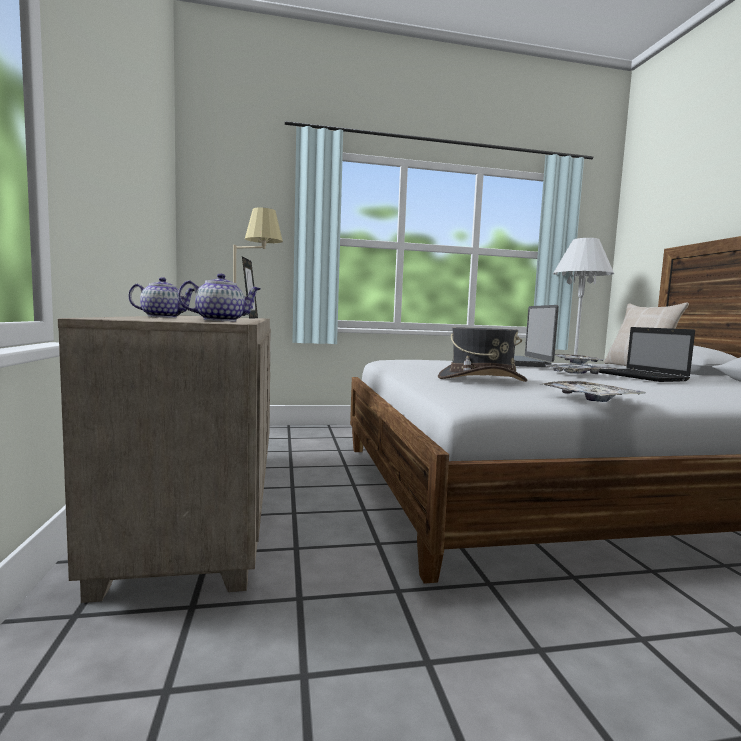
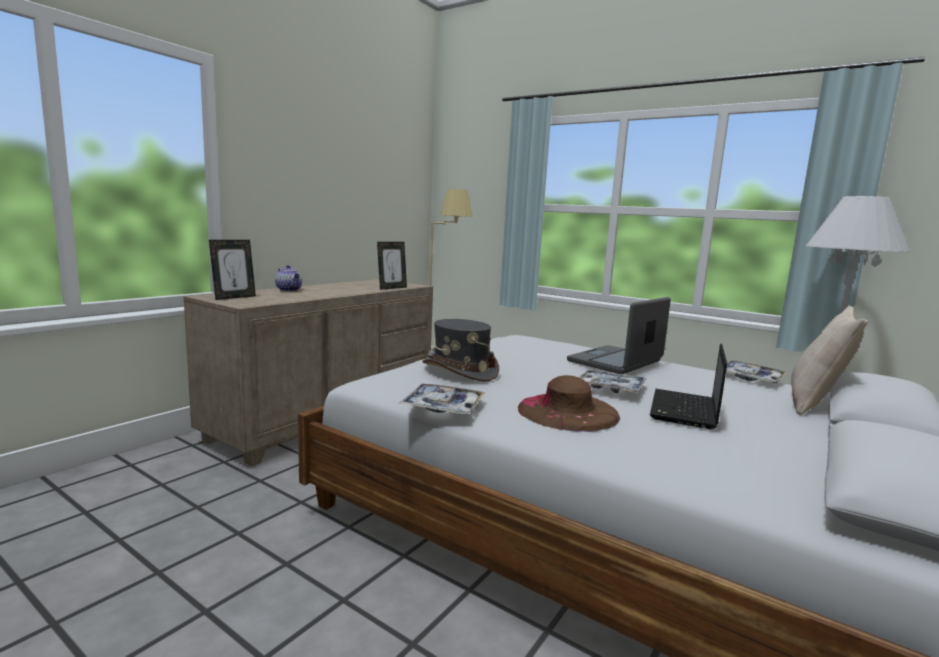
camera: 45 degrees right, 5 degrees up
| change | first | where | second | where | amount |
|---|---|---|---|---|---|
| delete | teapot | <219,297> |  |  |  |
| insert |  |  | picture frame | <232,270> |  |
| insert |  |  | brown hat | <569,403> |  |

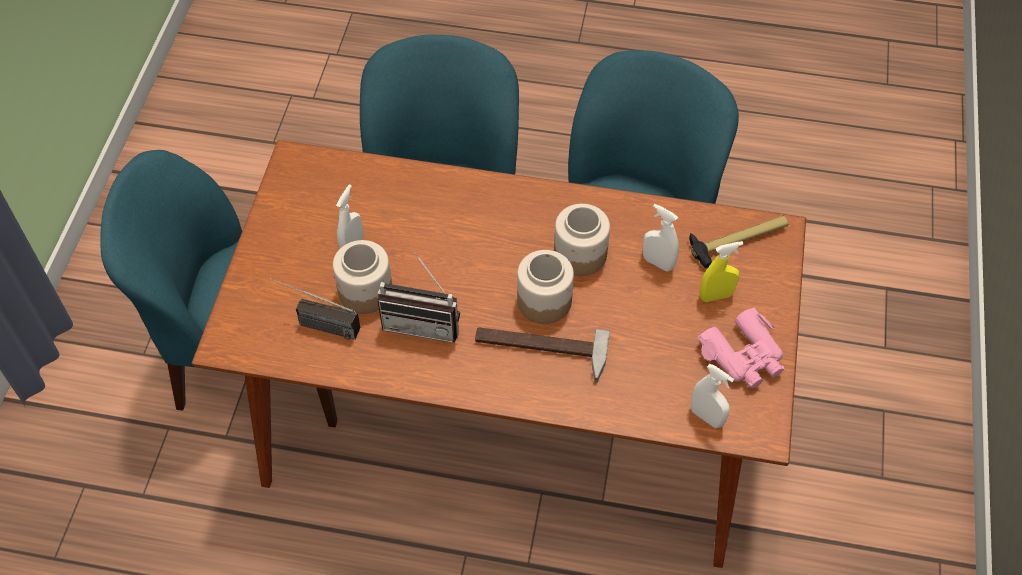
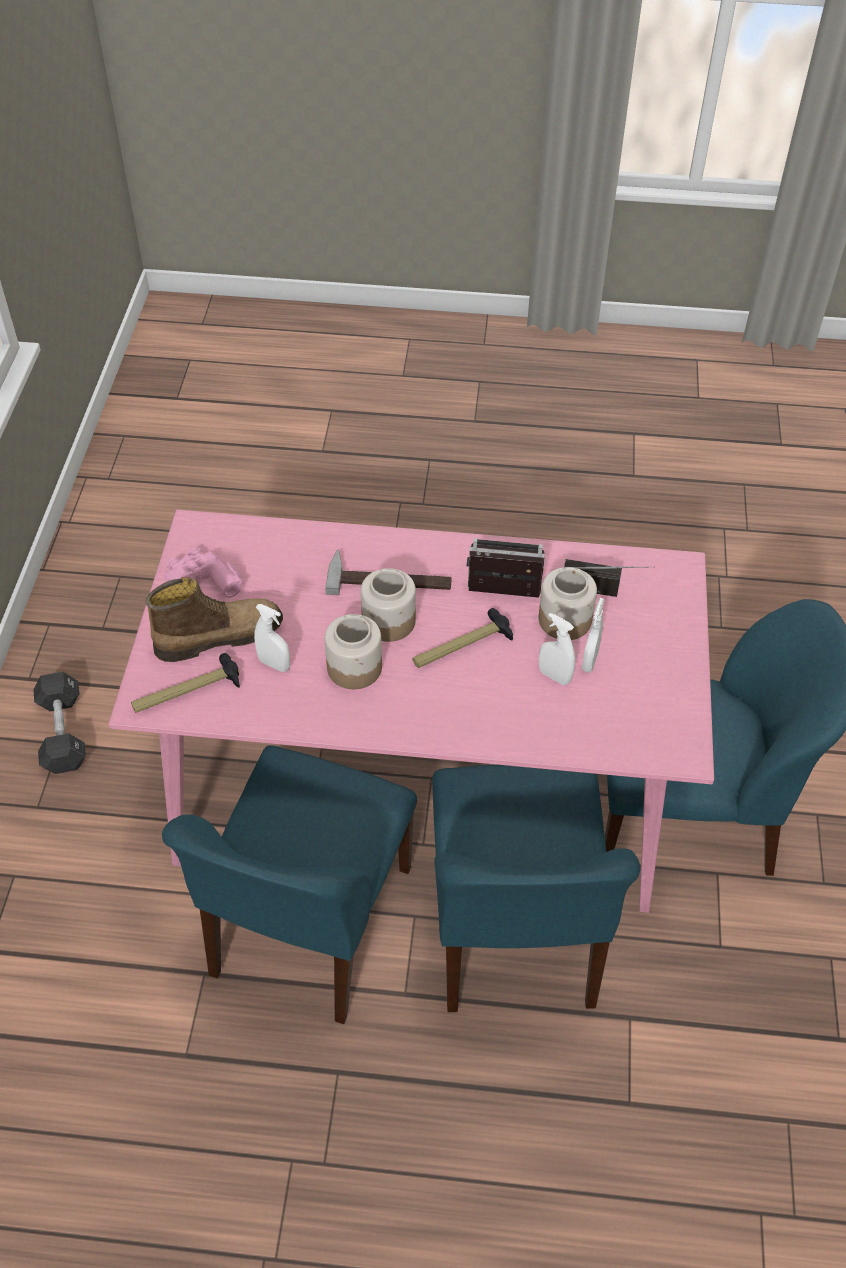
camera: 175 degrees right, 5 degrees down
| change | first | where | second | where | amount |
|---|---|---|---|---|---|
| recolor | brown dining table | <499,354> | pink dining table | <411,711> |  |
| move | white spray bottle | <712,396> |  | <557,649> |  |
| replace | yellow spray bottle | <721,271> | boot | <214,619> |  |
| insert |  |  | black dumbbell | <59,723> |  |
| insert |  |  | hammer | <463,638> |  |

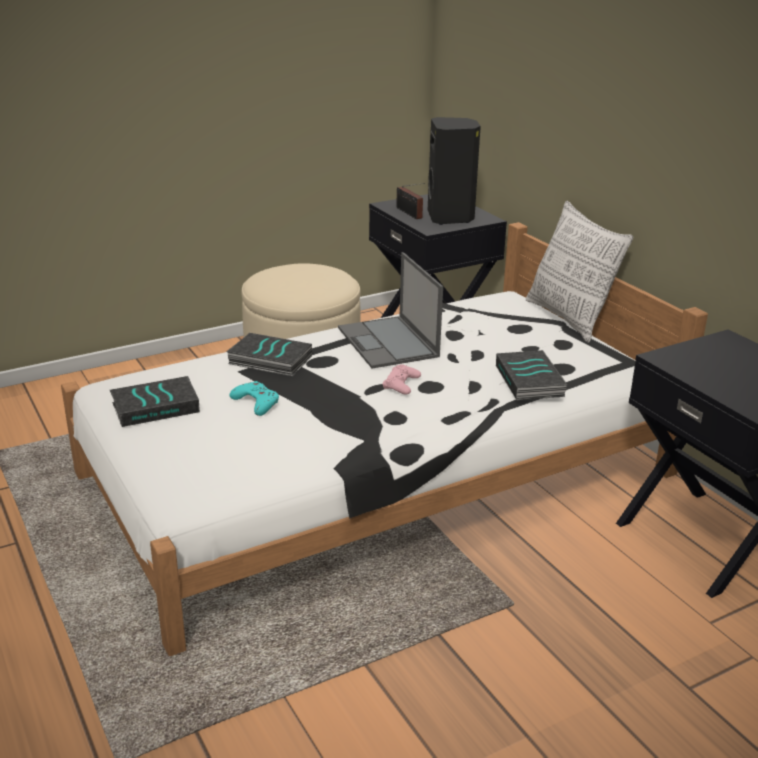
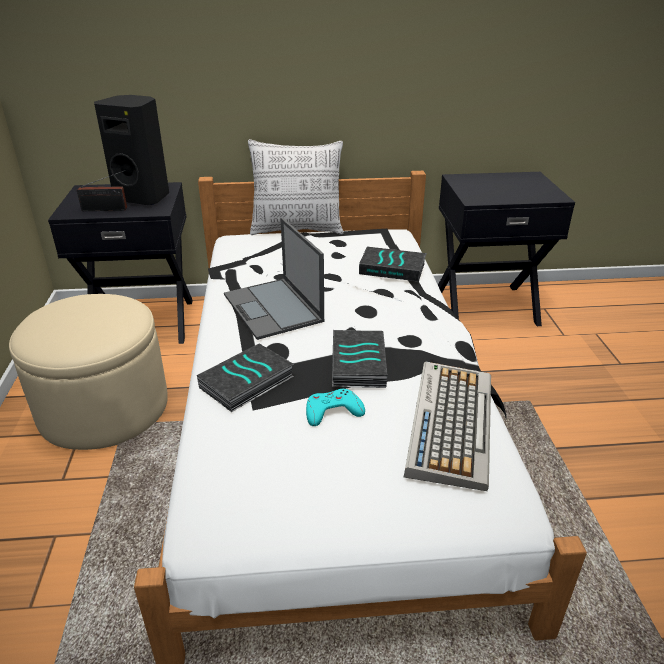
camera: 65 degrees left, 5 degrees up
| change | first | where | second | where | amount |
|---|---|---|---|---|---|
| move | book | <155,401> |  | <360,359> |  |
| rotate | laptop | <390,310> |  | <274,279> | 60 degrees clockwise |
| delete | pink game controller | <402,379> |  |  |  |
| insert |  |  | keyboard | <447,426> |  |

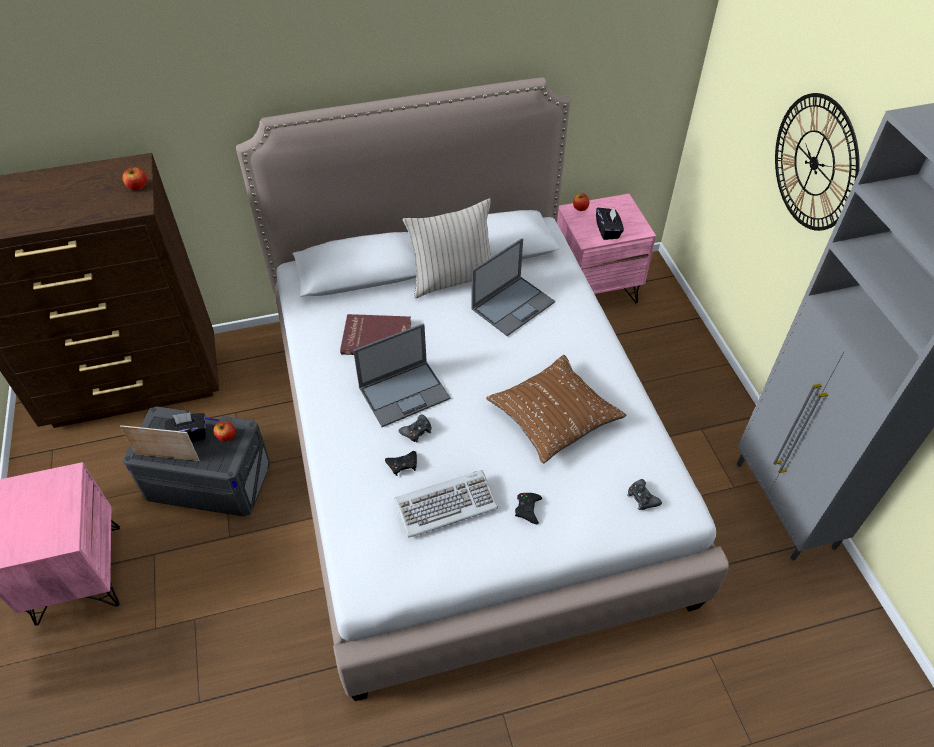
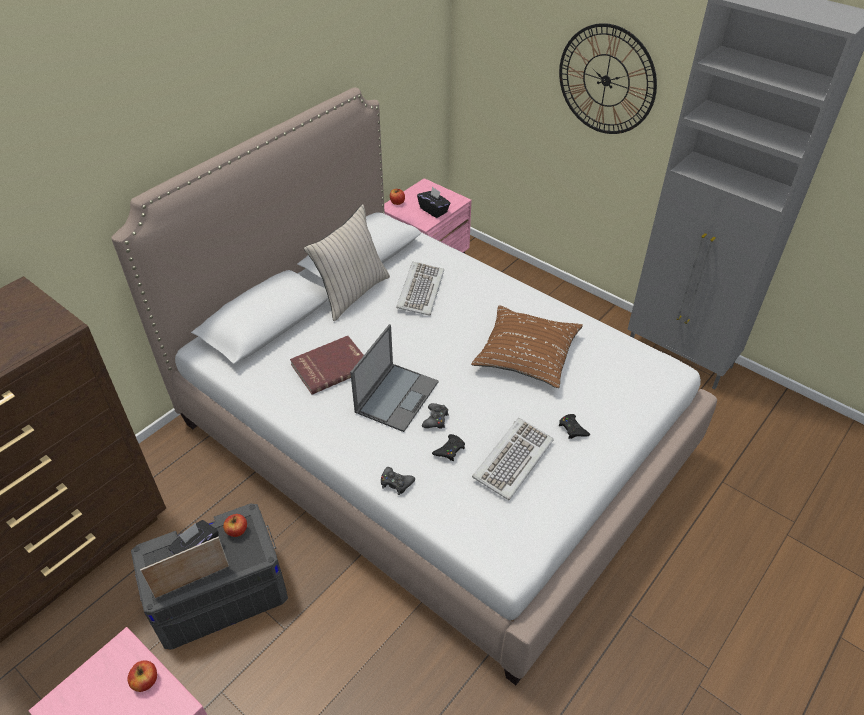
camera: 35 degrees left, 5 degrees down
| change | first | where | second | where | amount |
|---|---|---|---|---|---|
| move | apple | <134,178> |  | <142,676> |  |
| replace | laptop | <513,287> | keyboard | <420,289> |  |
| move | black game controller | <644,494> |  | <398,481> |  |

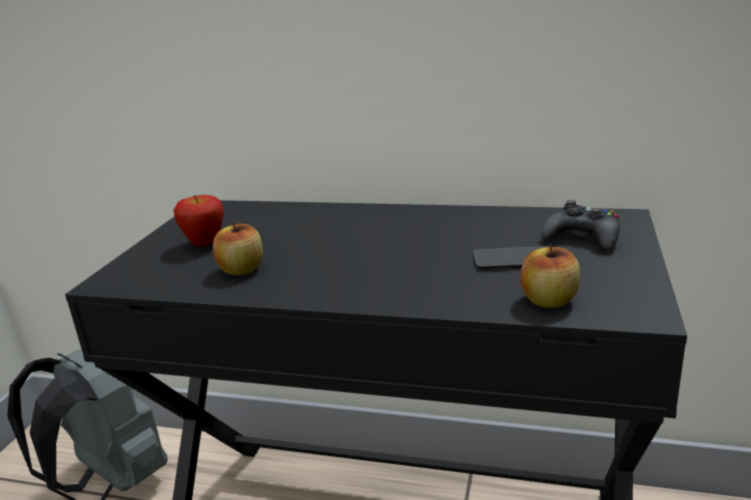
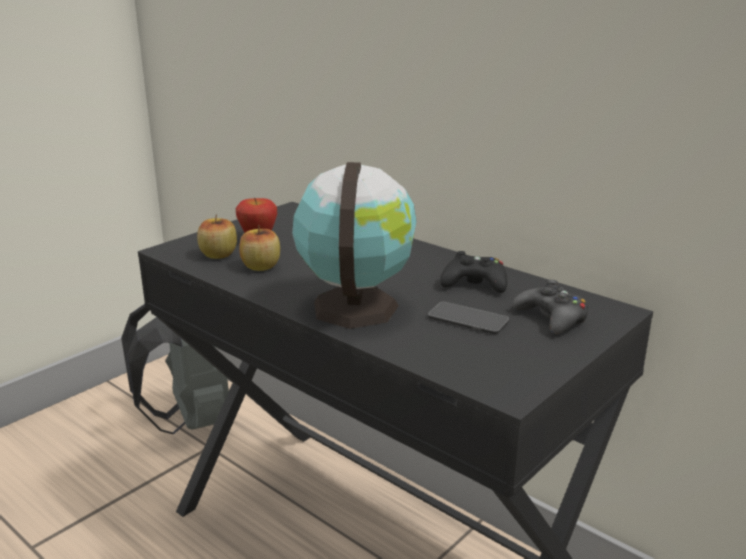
camera: 25 degrees right, 0 degrees up
| change | first | where | second | where | amount |
|---|---|---|---|---|---|
| move | apple | <550,275> |  | <217,236> |  |
| insert |  |  | globe | <354,245> |  |
| insert |  |  | black game controller | <473,272> |  |

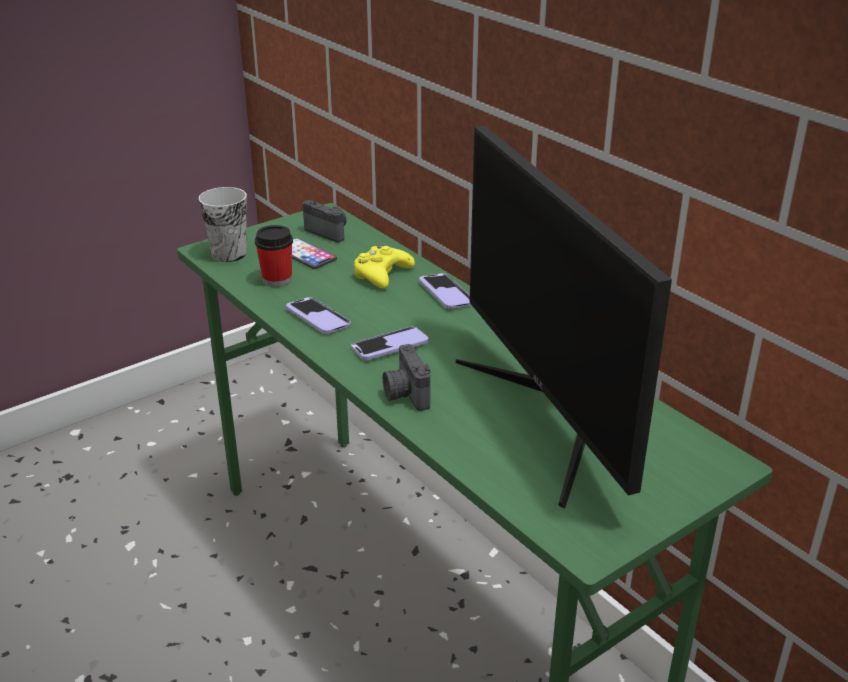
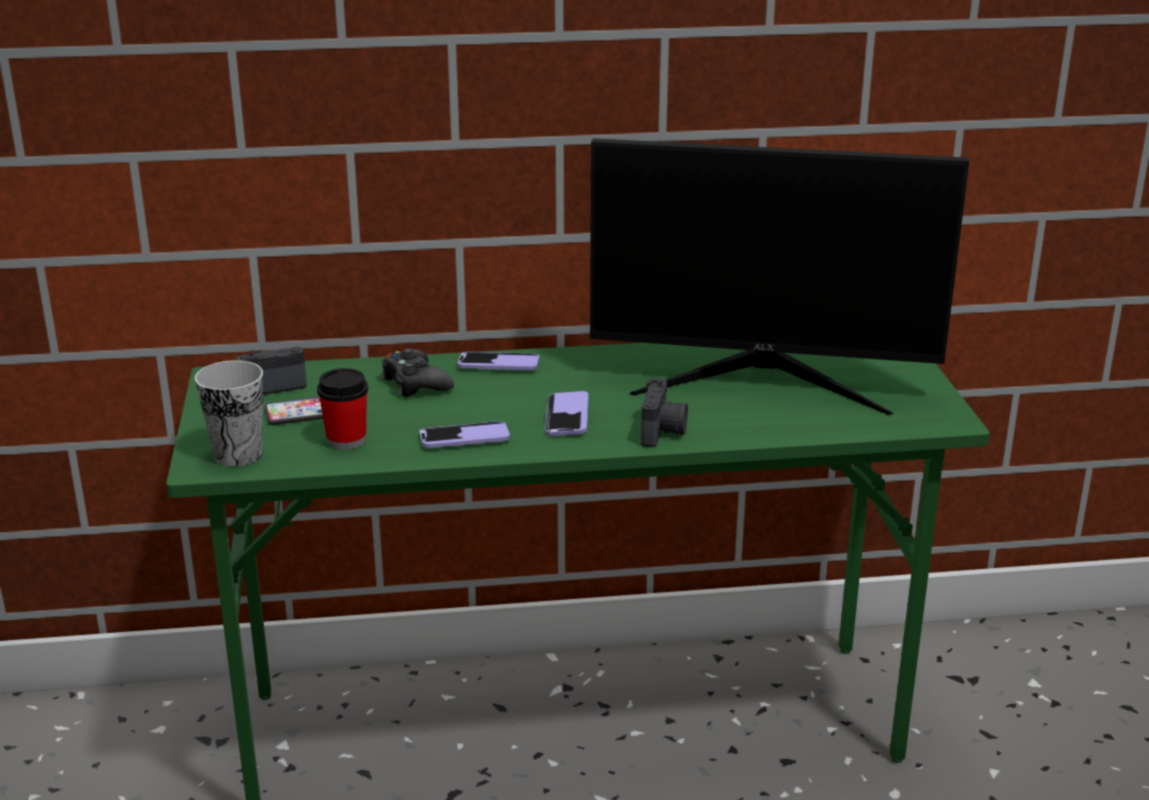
camera: 60 degrees left, 5 degrees down
| change | first | where | second | where | amount |
|---|---|---|---|---|---|
| recolor | yellow game controller | <384,266> | black game controller | <417,372> |  |
| rotate | photo camera | <407,377> |  | <664,412> | 90 degrees counterclockwise |

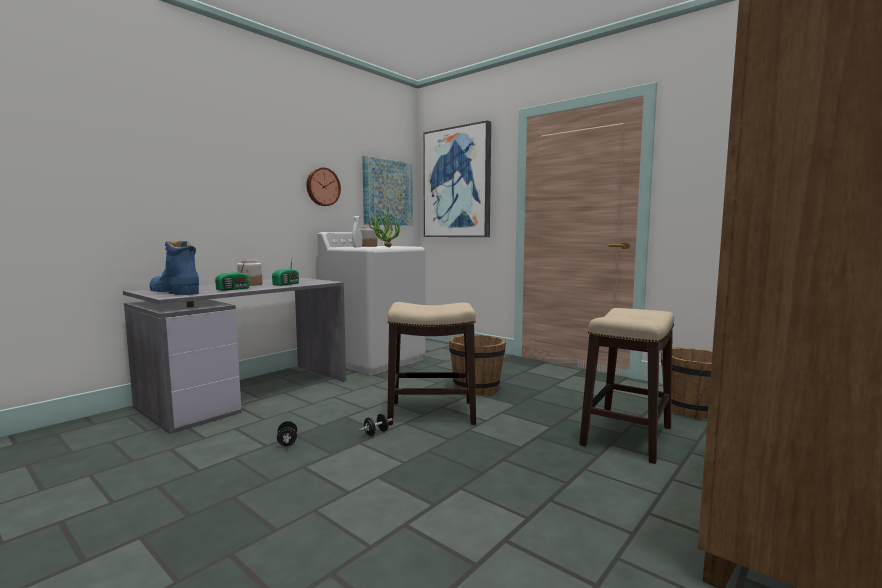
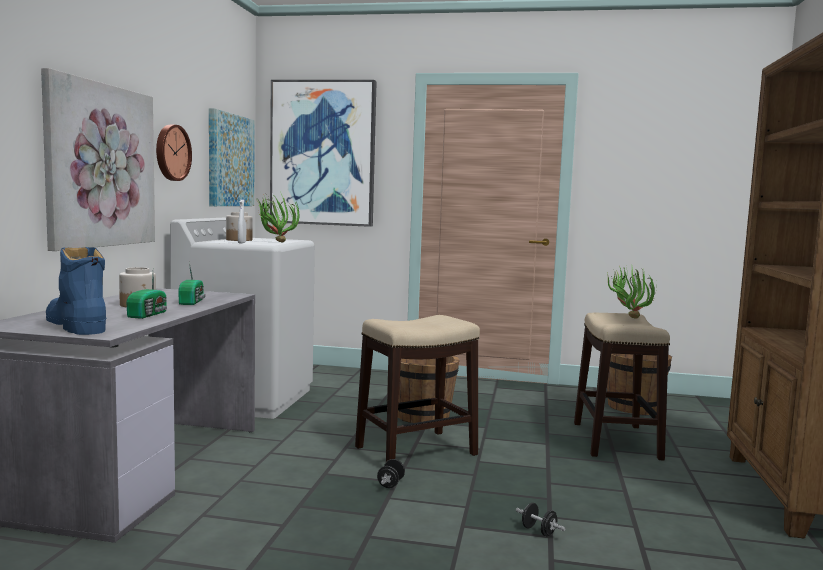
camera: 30 degrees left, 0 degrees up
| change | first | where | second | where | amount |
|---|---|---|---|---|---|
| rotate | blue boot | <174,268> |  | <76,291> | 45 degrees clockwise |
| move | black dumbbell | <287,433> |  | <540,519> |  |
| insert |  |  | picture | <98,159> |  |
| insert |  |  | potted plant | <631,291> |  |

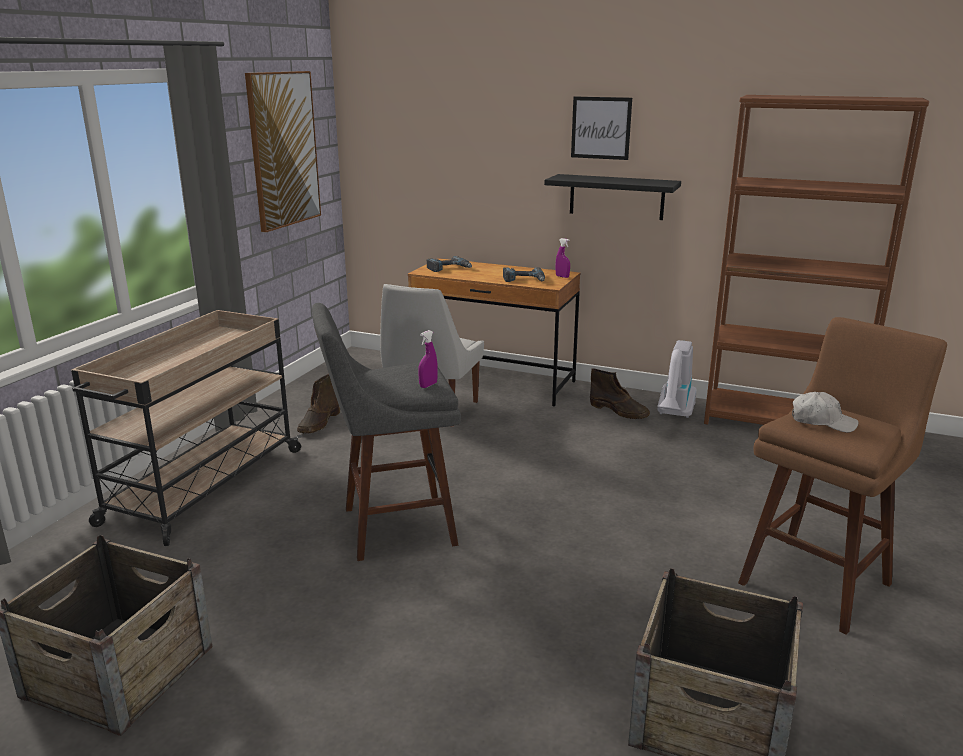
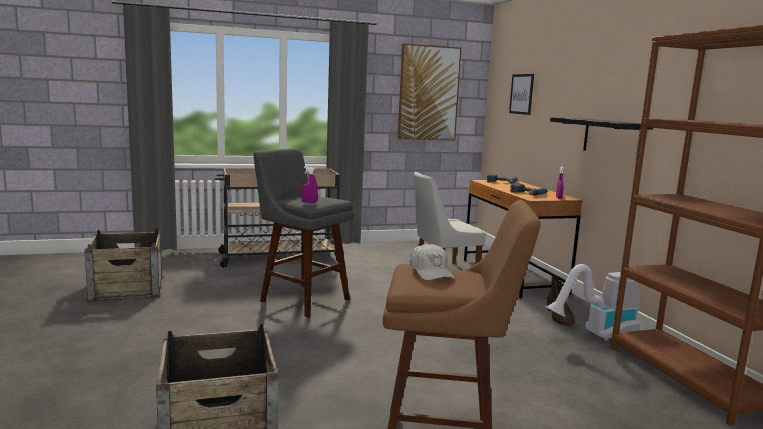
camera: 50 degrees right, 10 degrees down
| change | first | where | second | where | amount |
|---|---|---|---|---|---|
| delete | brown boot | <318,403> |  |  |  |
| move | picture | <601,128> |  | <521,94> |  |

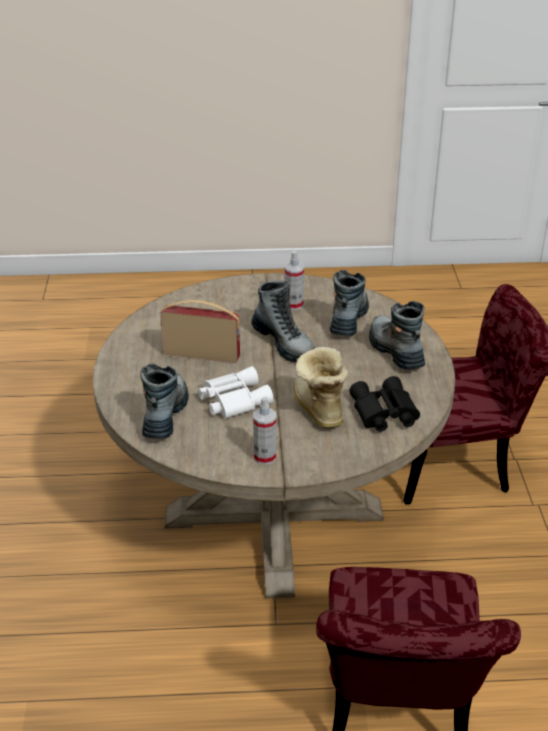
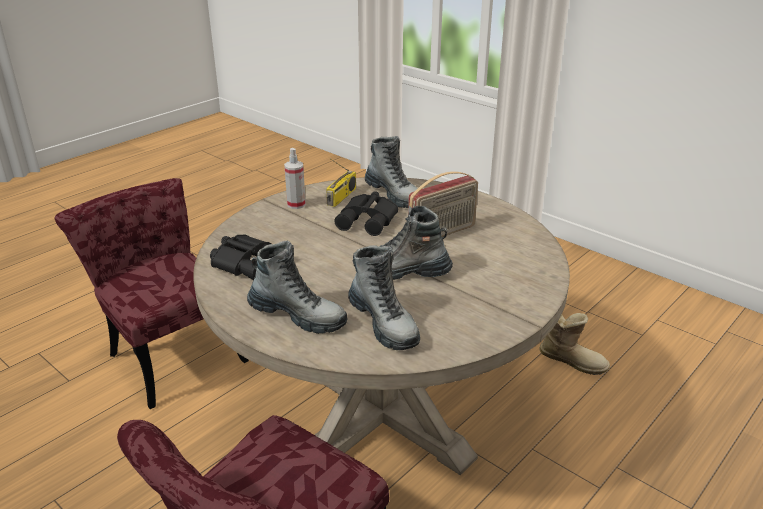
camera: 135 degrees right, 5 degrees down
| change | first | where | second | where | amount |
|---|---|---|---|---|---|
| recolor | white binoculars | <236,392> | black binoculars | <366,213> |  |
| delete | spray bottle | <294,280> |  |  |  |
| move | boot | <321,387> |  | <575,344> |  |
| insert |  |  | radio | <341,183> |  |

